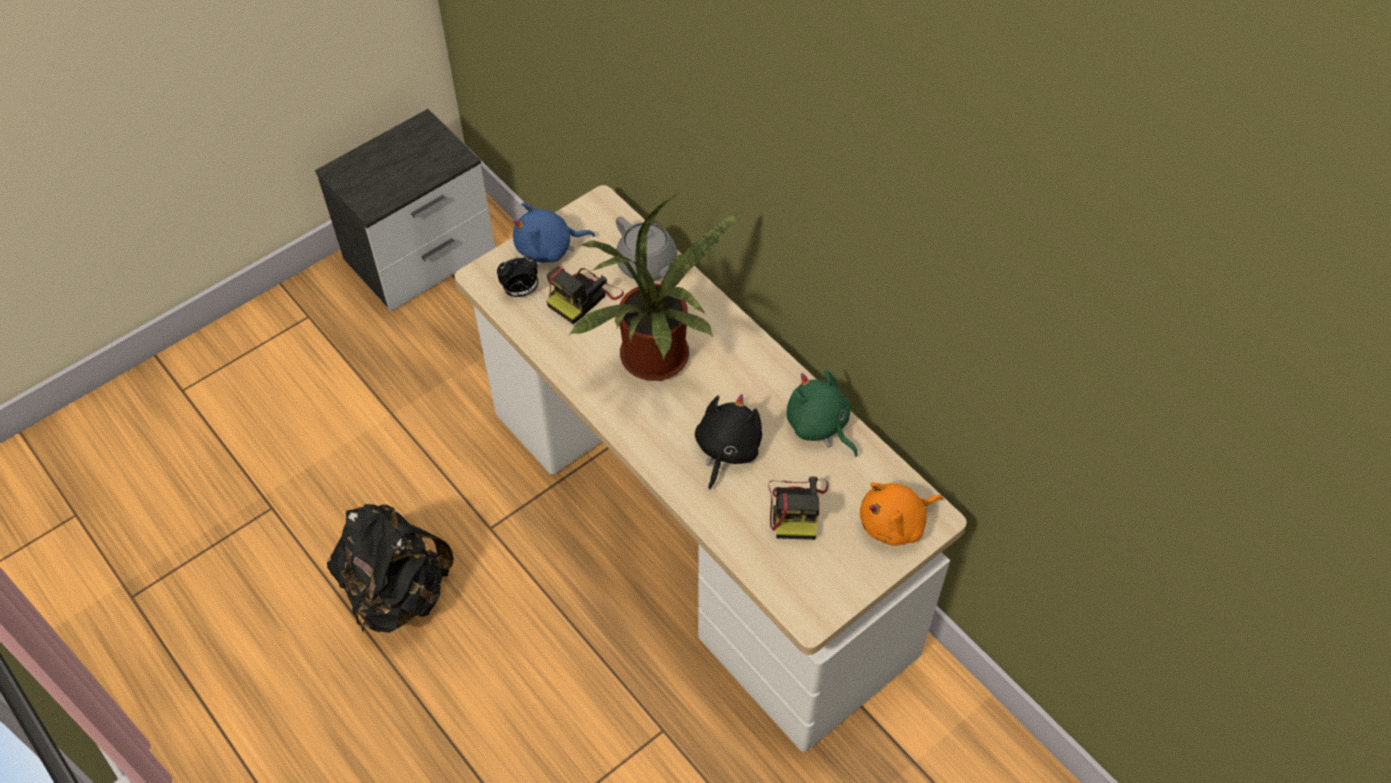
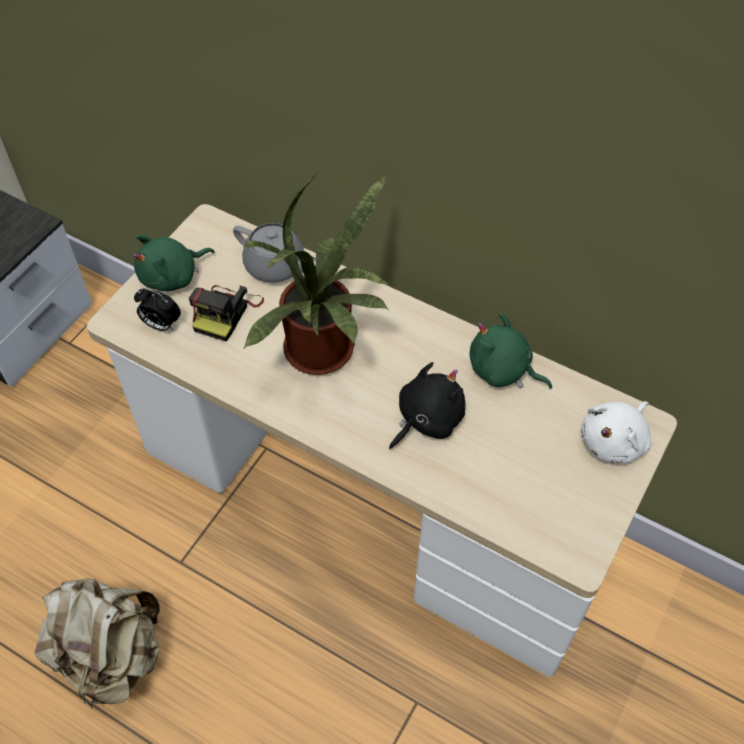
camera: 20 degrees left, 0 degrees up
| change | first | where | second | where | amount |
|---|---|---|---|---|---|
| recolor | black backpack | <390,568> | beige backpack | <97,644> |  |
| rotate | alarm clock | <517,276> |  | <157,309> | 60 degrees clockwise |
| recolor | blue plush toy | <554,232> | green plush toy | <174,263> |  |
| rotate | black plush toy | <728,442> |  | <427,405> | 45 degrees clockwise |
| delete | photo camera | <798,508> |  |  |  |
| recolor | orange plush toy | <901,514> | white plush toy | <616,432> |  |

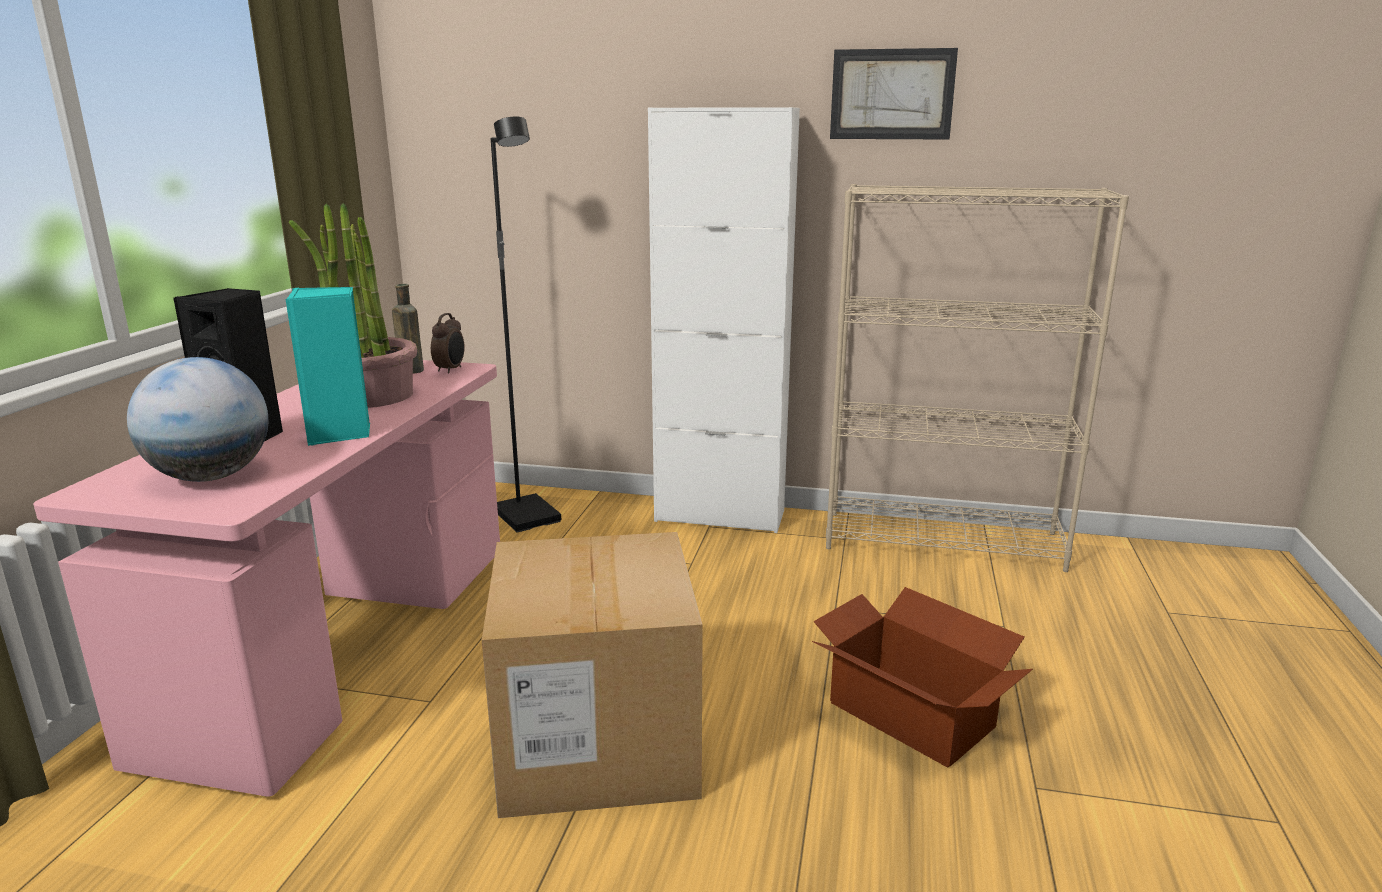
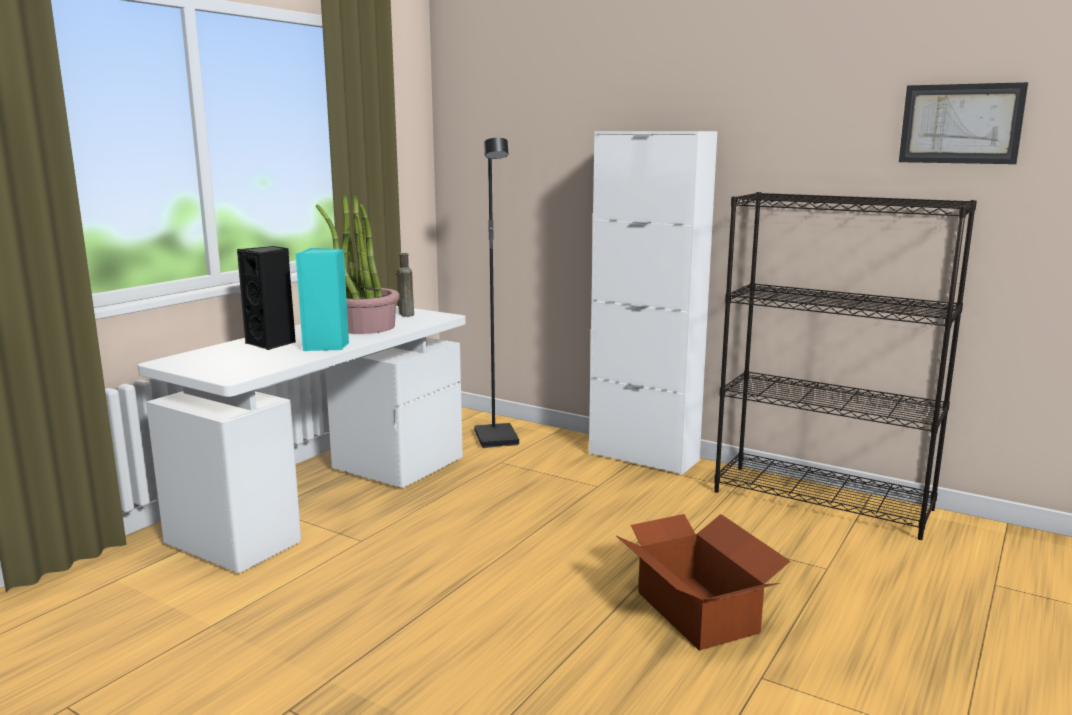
camera: 20 degrees right, 5 degrees down
| change | first | where | second | where | amount |
|---|---|---|---|---|---|
| recolor | pink desk | <266,578> | white desk | <302,439> |  |
| delete | globe | <197,419> |  |  |  |
| delete | alarm clock | <448,343> |  |  |  |
| delete | cardboard box | <592,675> |  |  |  |
| recolor | beige bookcase | <977,378> | black bookcase | <845,366> |  |
| move | picture | <894,94> |  | <963,123> |  |

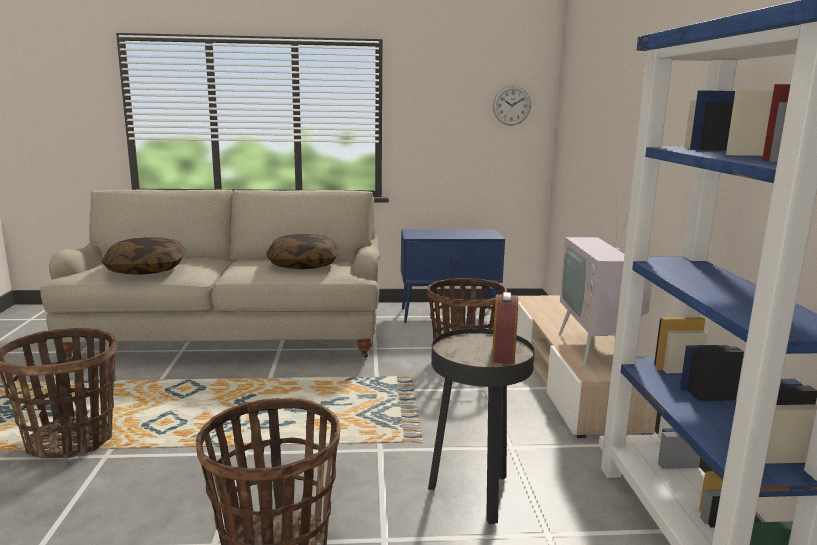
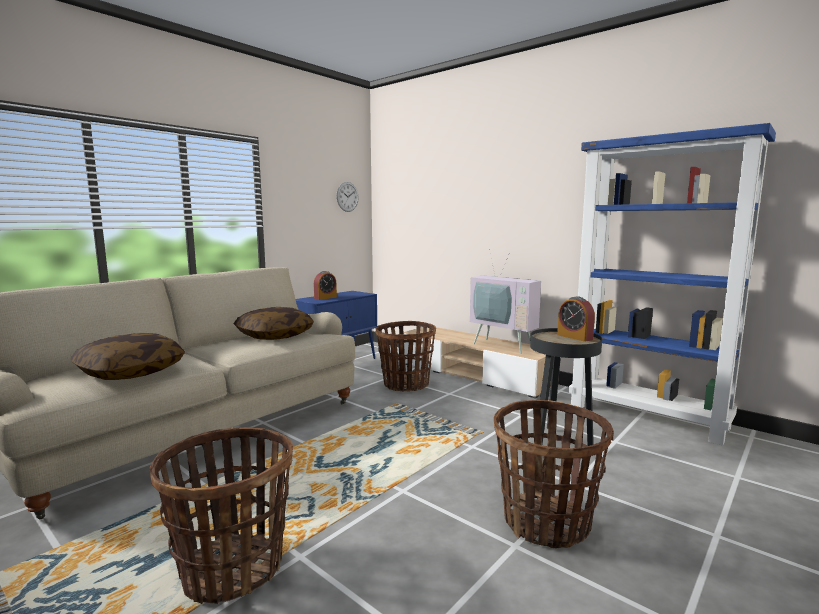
camera: 45 degrees left, 5 degrees down
| change | first | where | second | where | amount |
|---|---|---|---|---|---|
| insert |  |  | alarm clock | <325,285> |  |

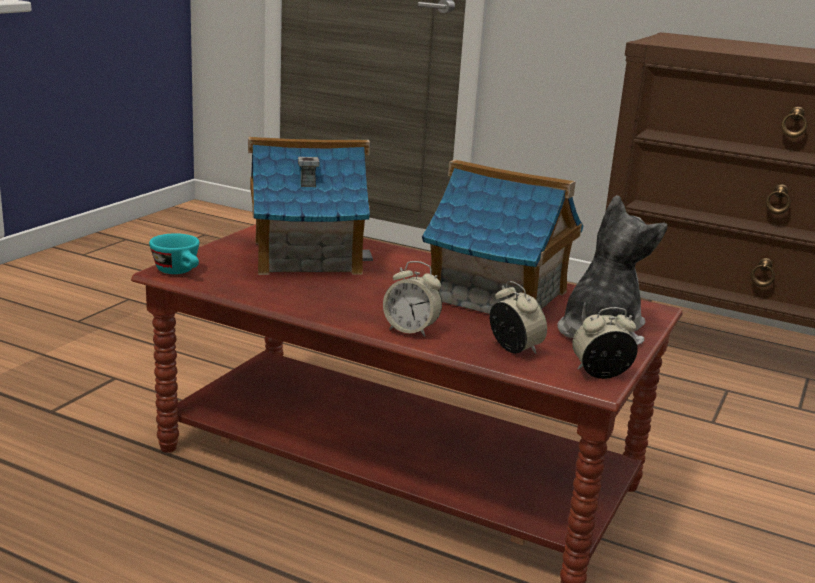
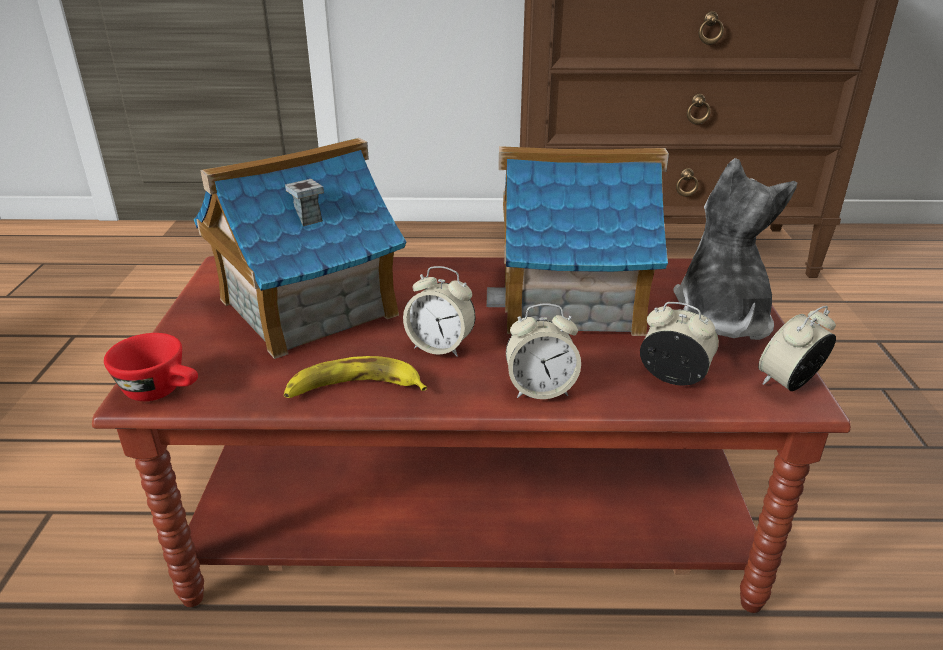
camera: 25 degrees left, 10 degrees up
| change | first | where | second | where | amount |
|---|---|---|---|---|---|
| recolor | turquoise cup | <174,253> | red cup | <151,367> |  |
| insert |  |  | banana | <355,377> |  |
| insert |  |  | alarm clock | <439,311> |  |

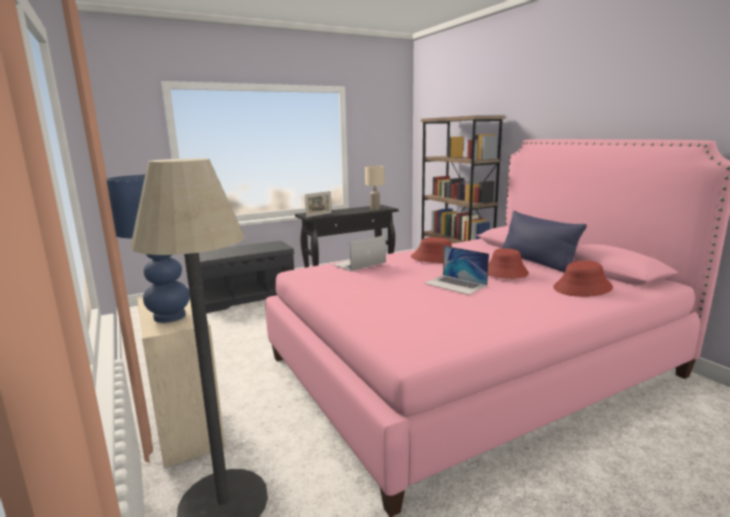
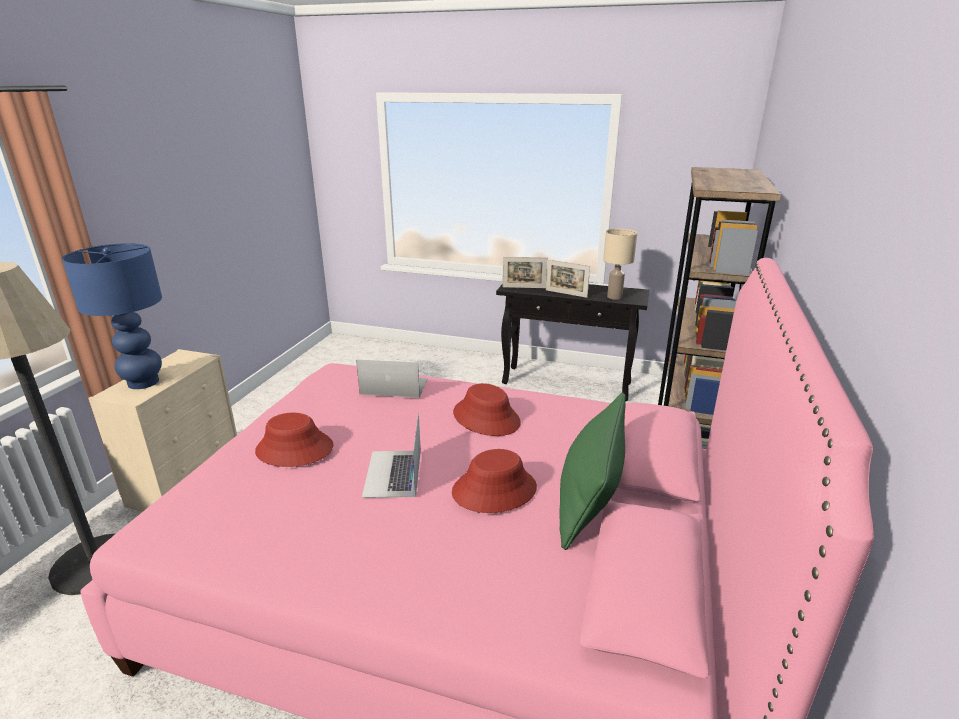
camera: 45 degrees right, 10 degrees up
| change | first | where | second | where | amount |
|---|---|---|---|---|---|
| delete | grey bench | <246,277> |  |  |  |
| recolor | blue pillow | <544,242> | green pillow | <592,471> |  |
| move | red hat | <583,279> |  | <294,440> |  |
| insert |  |  | picture frame | <568,278> |  |

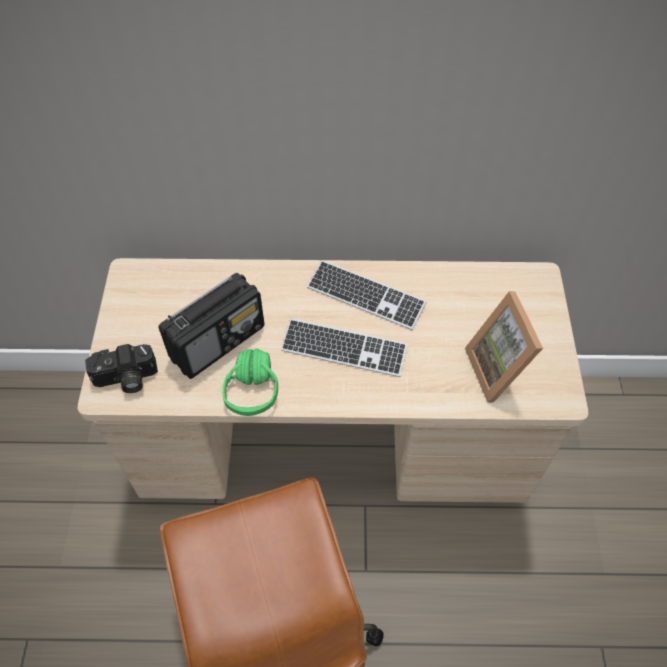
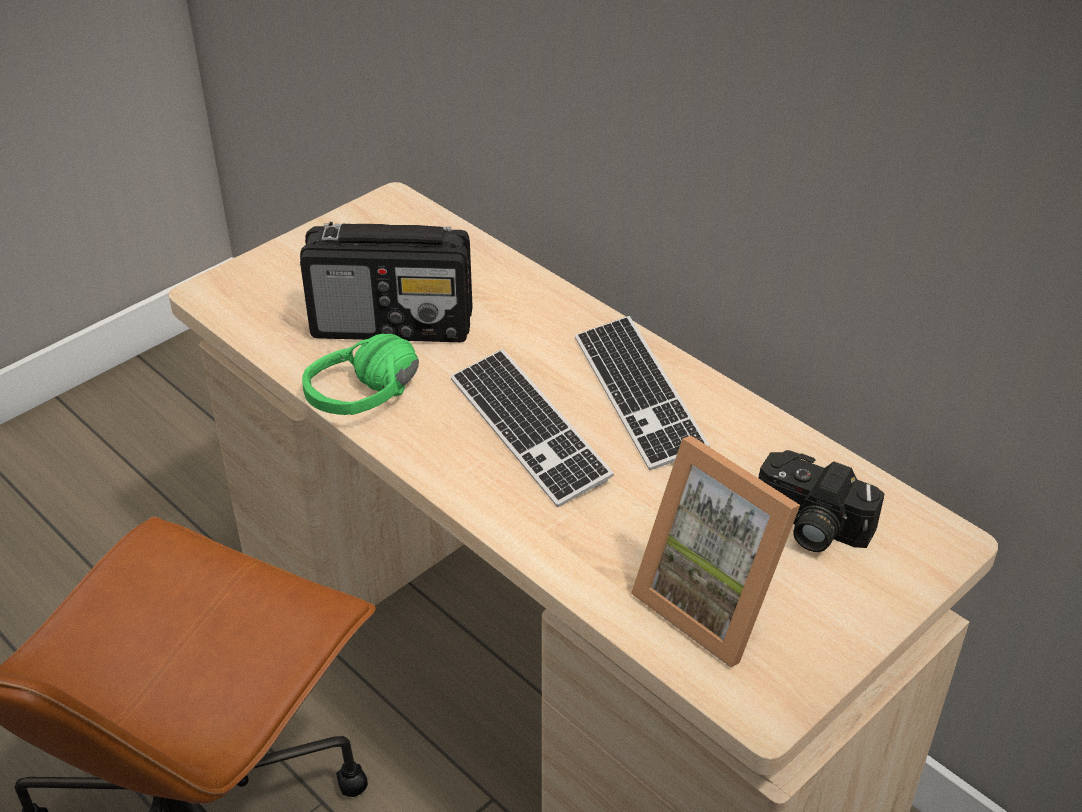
camera: 45 degrees right, 15 degrees down
| change | first | where | second | where | amount |
|---|---|---|---|---|---|
| move | photo camera | <121,368> |  | <822,501> |  |
| rotate | picture frame | <504,347> |  | <715,551> | 75 degrees counterclockwise |

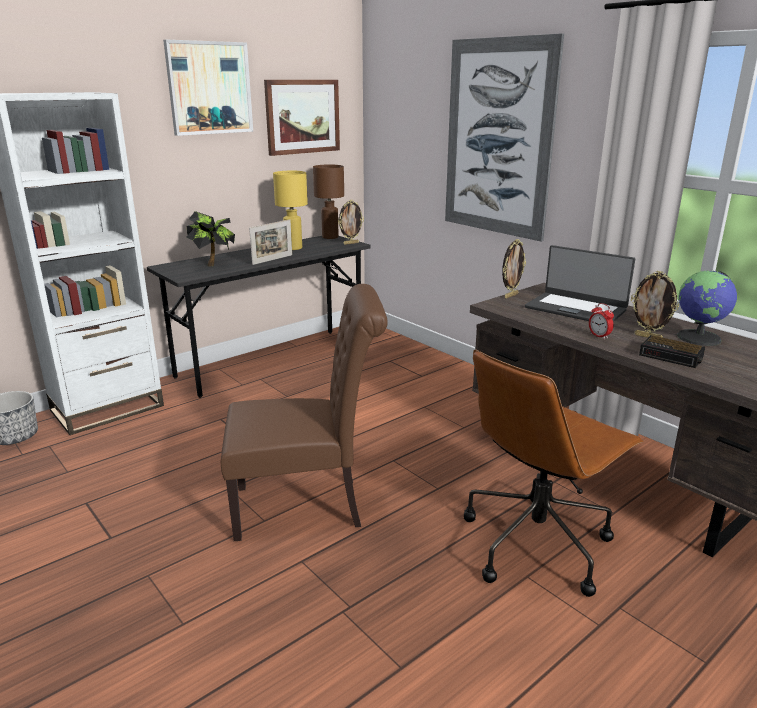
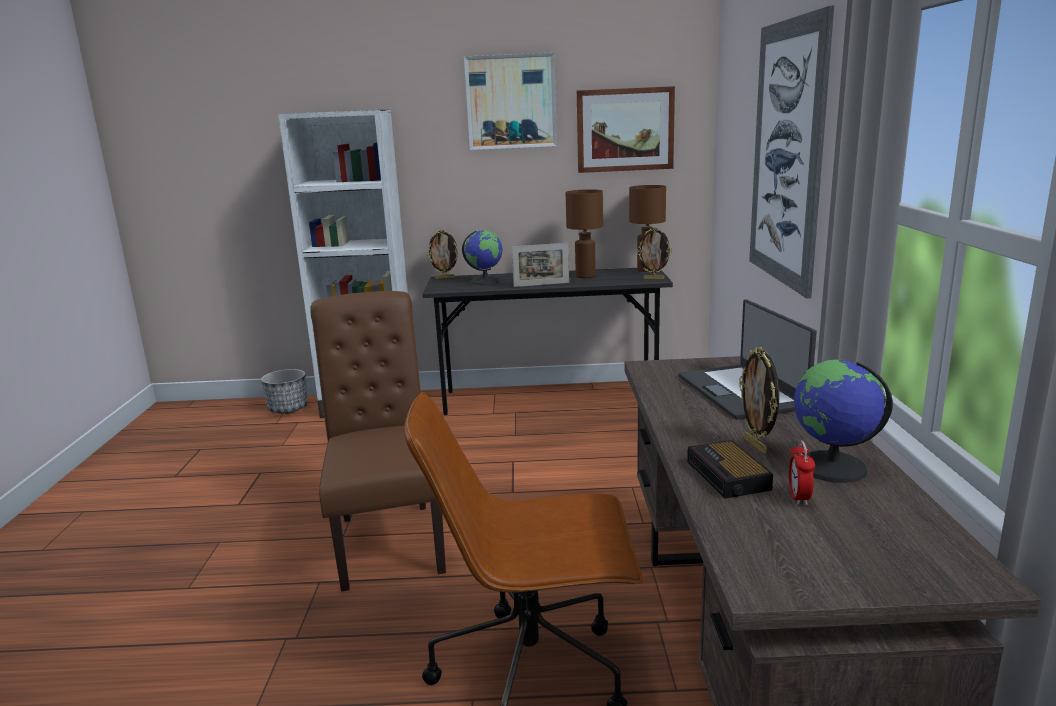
camera: 40 degrees right, 5 degrees down
| change | first | where | second | where | amount |
|---|---|---|---|---|---|
| replace | potted plant | <210,238> | globe | <482,257> |  |
| rotate | brown chair | <304,412> |  | <378,441> | 135 degrees counterclockwise |
| recolor | yellow table lamp | <290,210> | brown table lamp | <584,233> |  |
| move | picture frame | <514,269> |  | <443,254> |  |
| move | alarm clock | <601,321> |  | <802,472> |  |

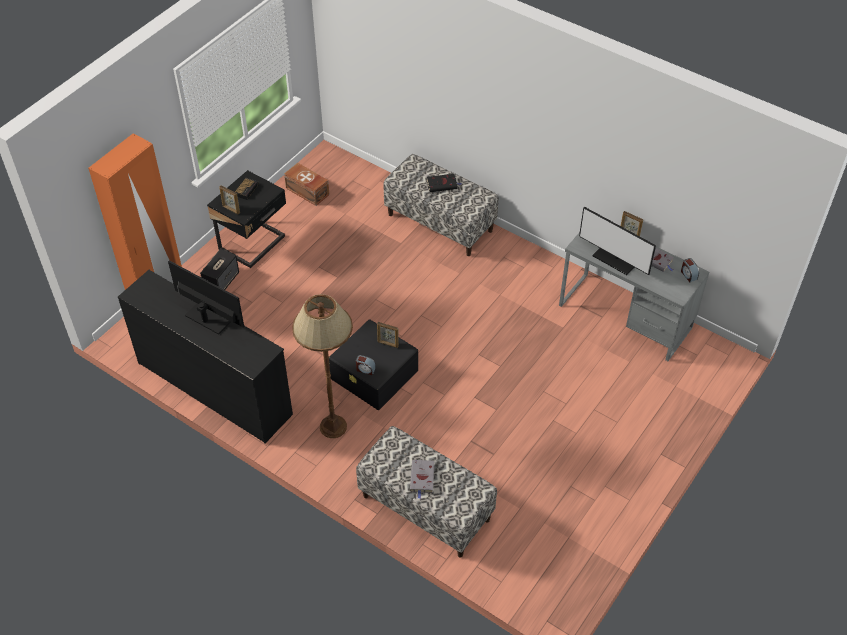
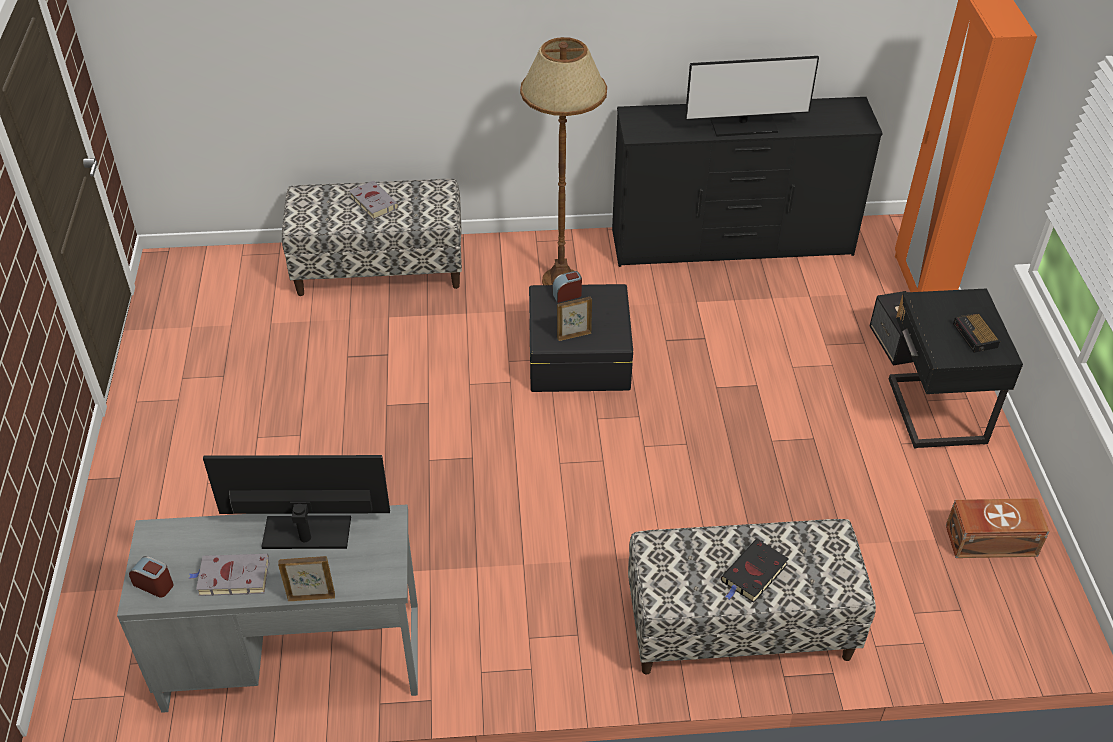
camera: 140 degrees right, 5 degrees down
| change | first | where | second | where | amount |
|---|---|---|---|---|---|
| delete | picture frame | <229,200> |  |  |  |

